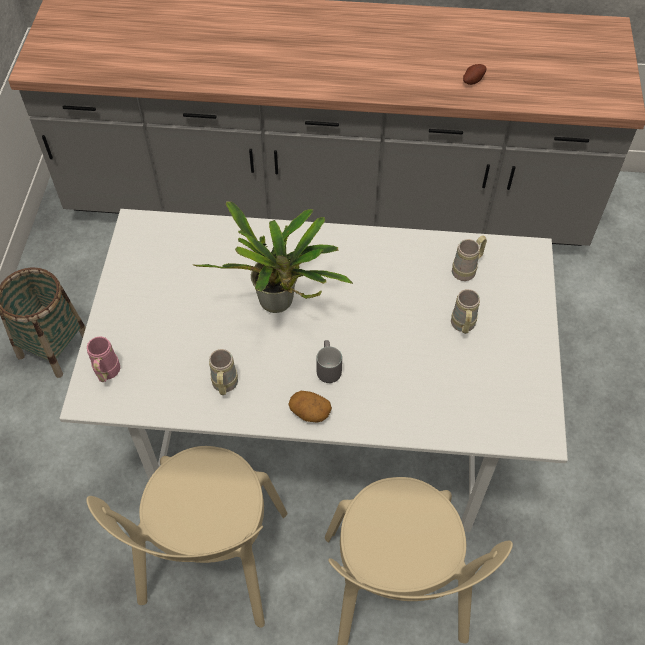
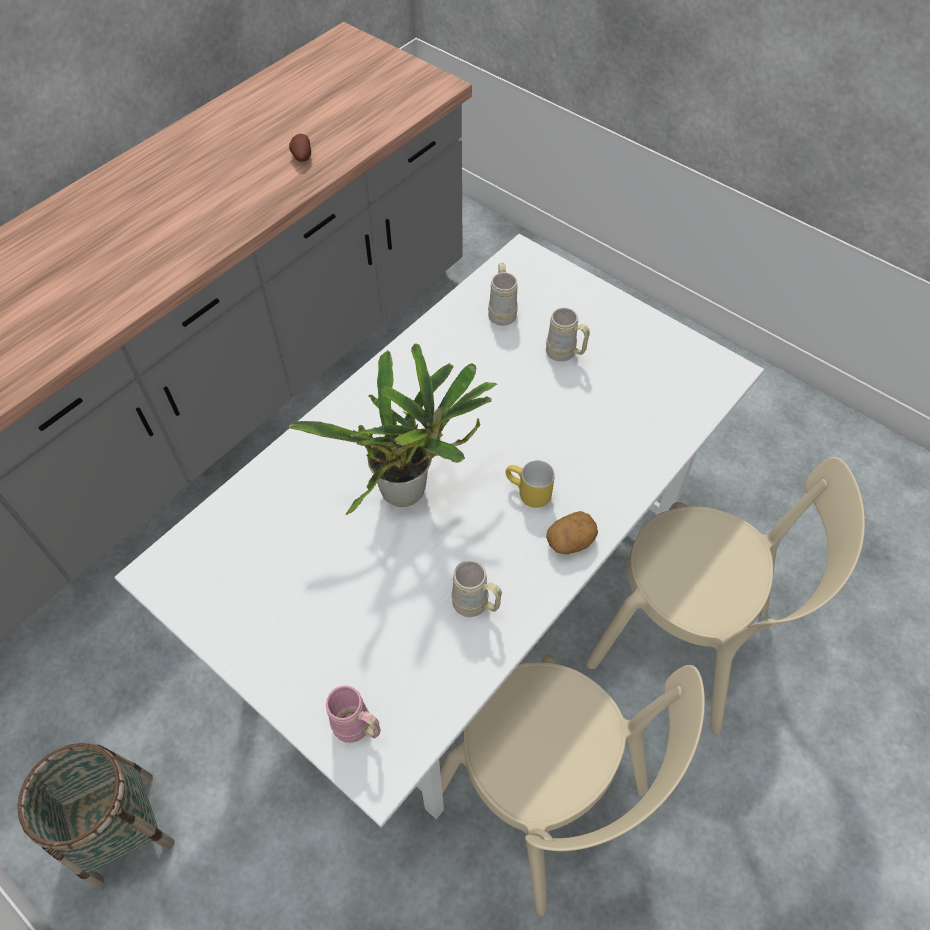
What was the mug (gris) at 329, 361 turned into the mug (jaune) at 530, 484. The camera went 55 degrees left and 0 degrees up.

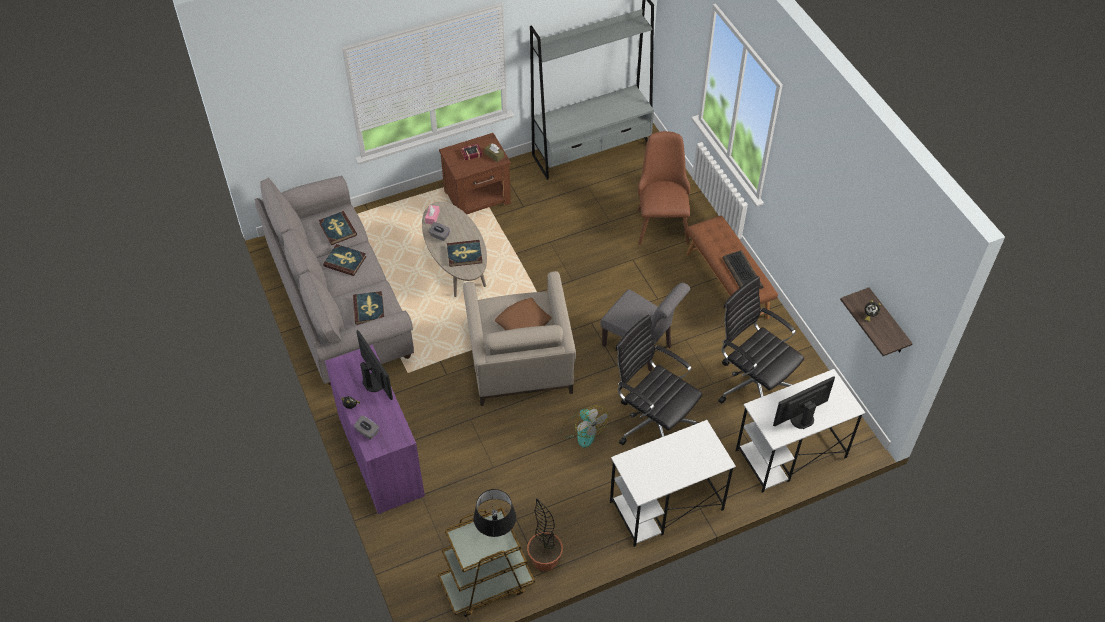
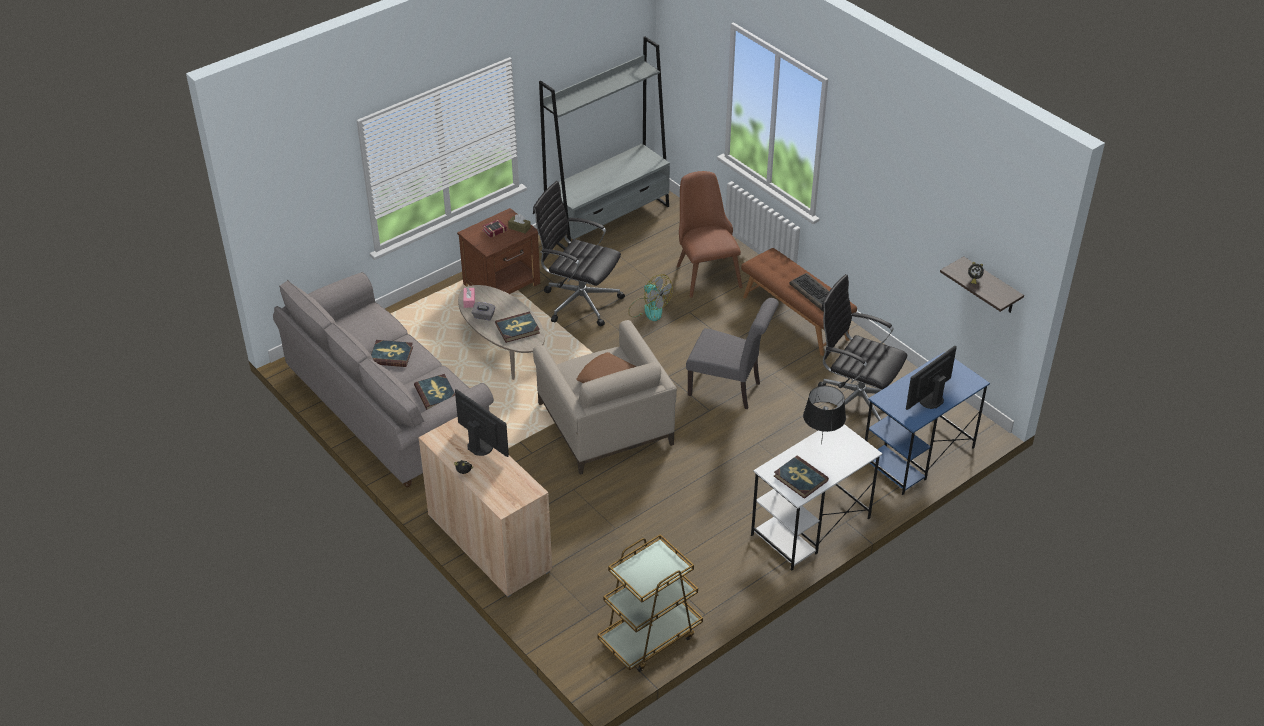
The second view lost the boîte à mouchoirs (gris) at 366, 427. The second view lost the plante en pot at 545, 534. The livre ended up elsewhere, having gone from 338, 228 to 801, 477. The lampe de table (noir) ended up elsewhere, having gone from 494, 513 to 824, 415. The ventilateur ended up elsewhere, having gone from 584, 427 to 650, 297. The chaise de bureau (noir) ended up elsewhere, having gone from 658, 380 to 579, 253. What was the meuble de rangement (violet) at 375, 429 turned into the meuble de rangement (beige) at 485, 507. What was the bureau (blanc) at 800, 431 turned into the bureau (bleu) at 927, 423. The camera went 15 degrees left and 10 degrees down.

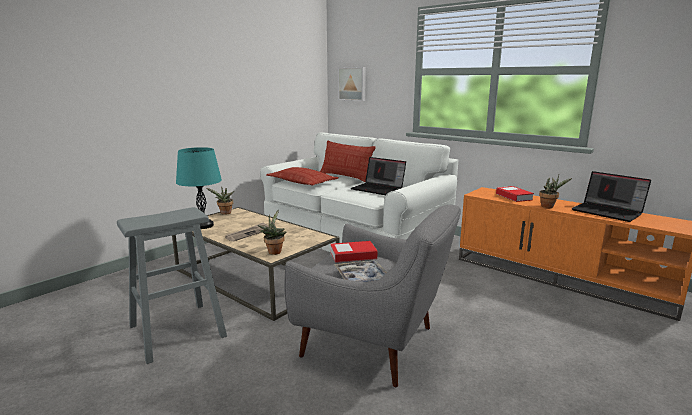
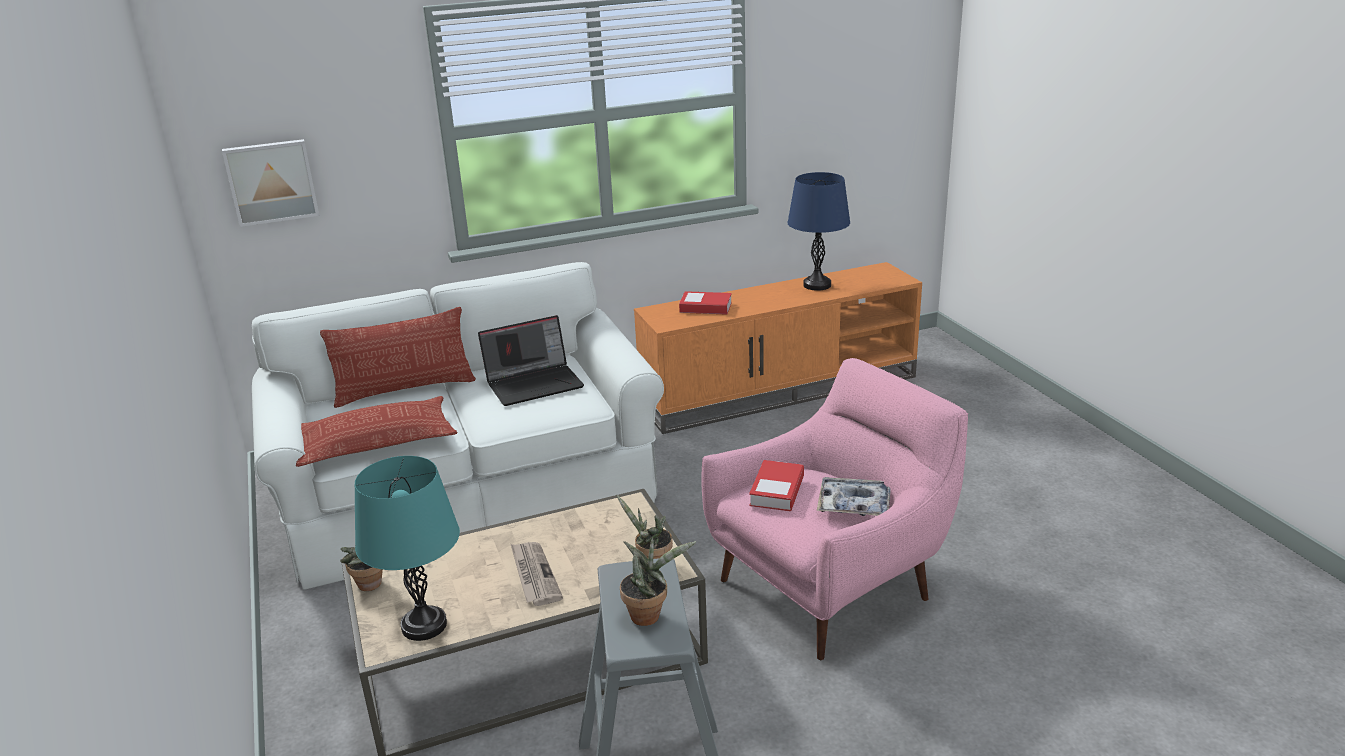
The plante en pot ended up elsewhere, having gone from 555, 191 to 658, 581. Where the ordinateur portable stood at 611, 196, the lampe de table (bleu) came to stand at 818, 231. What was the fauteuil (gris) at 372, 296 turned into the fauteuil (rose) at 835, 509. The camera went 60 degrees left and 10 degrees up.

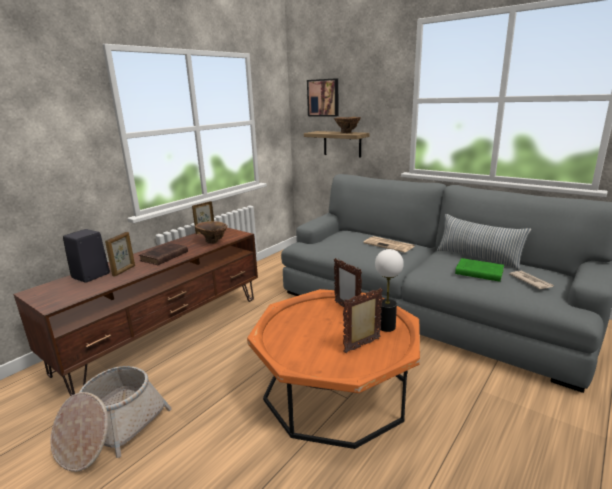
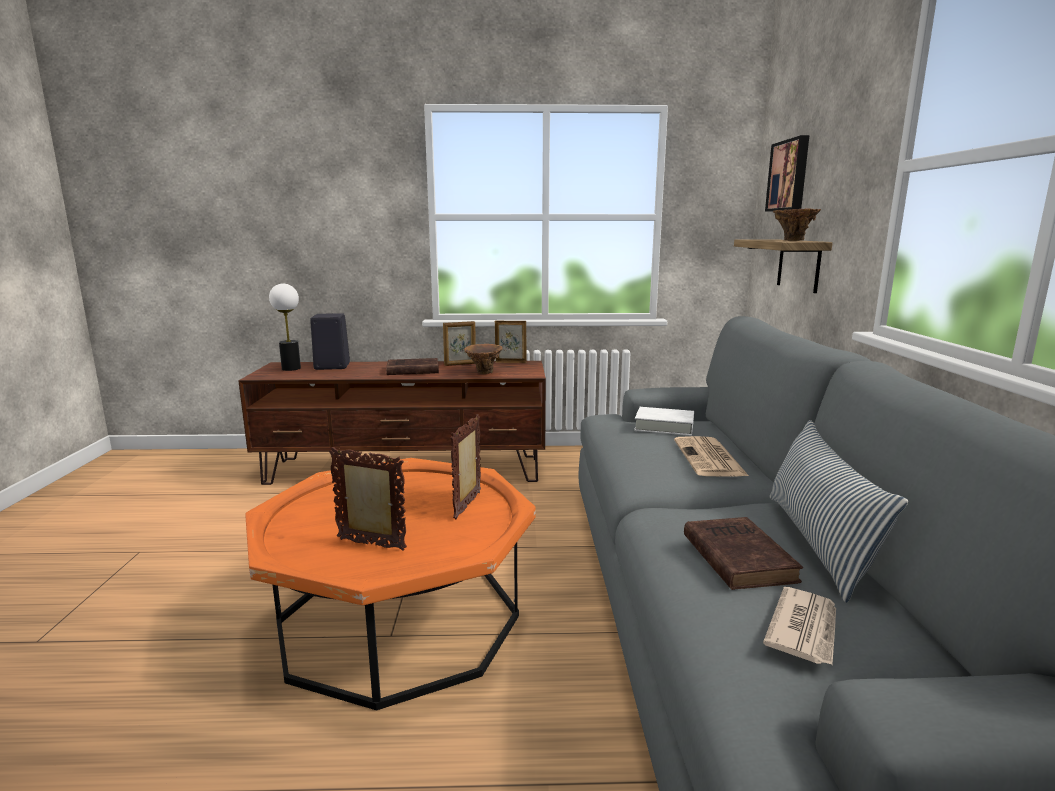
The second view lost the panier at 111, 419. The second view gained the livre (blanc) at 664, 421. The cadre photo ended up elsewhere, having gone from 120, 254 to 459, 343. The lampe de table ended up elsewhere, having gone from 389, 290 to 285, 327. What was the livre (vert) at 479, 270 turned into the livre (marron) at 743, 553. The camera went 50 degrees right and 5 degrees down.

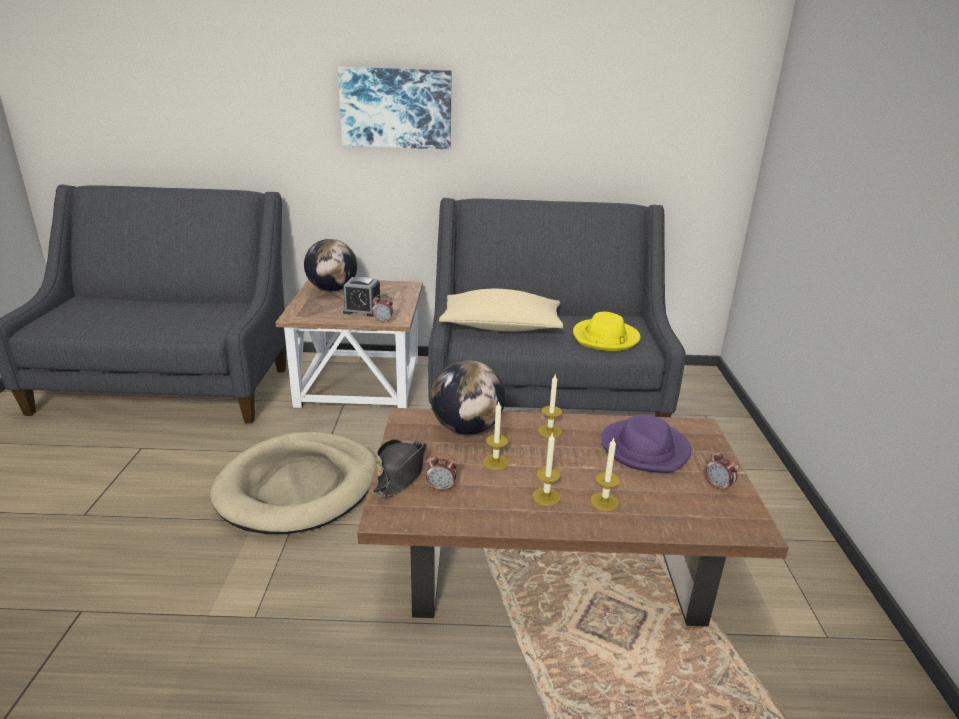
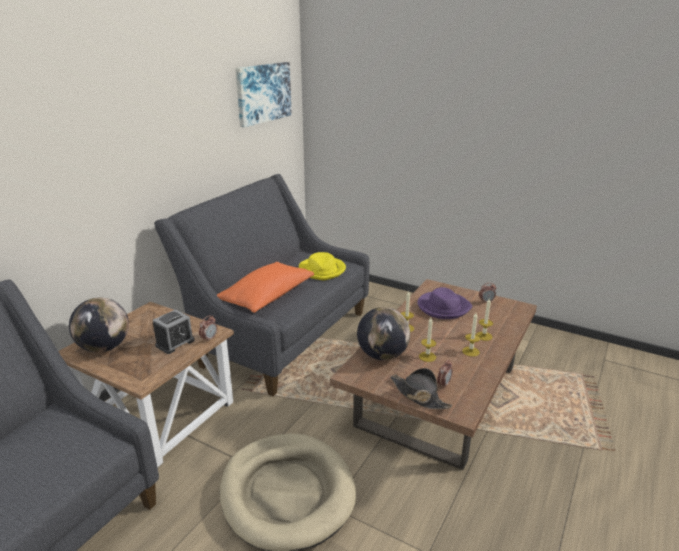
The tableau ended up elsewhere, having gone from 395, 108 to 264, 94. What was the coussin (beige) at 501, 310 turned into the coussin (orange) at 265, 287. The camera went 60 degrees left and 0 degrees up.

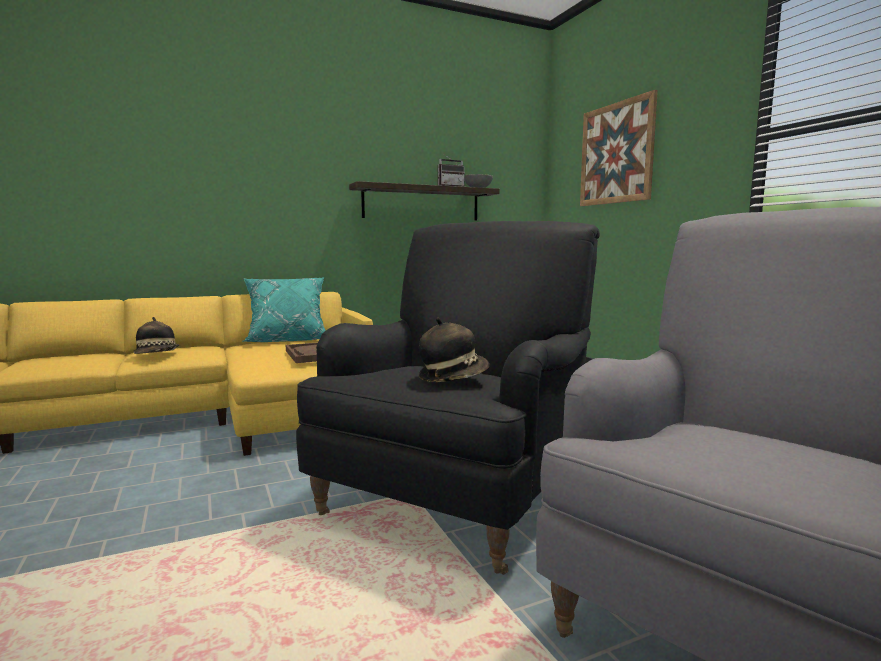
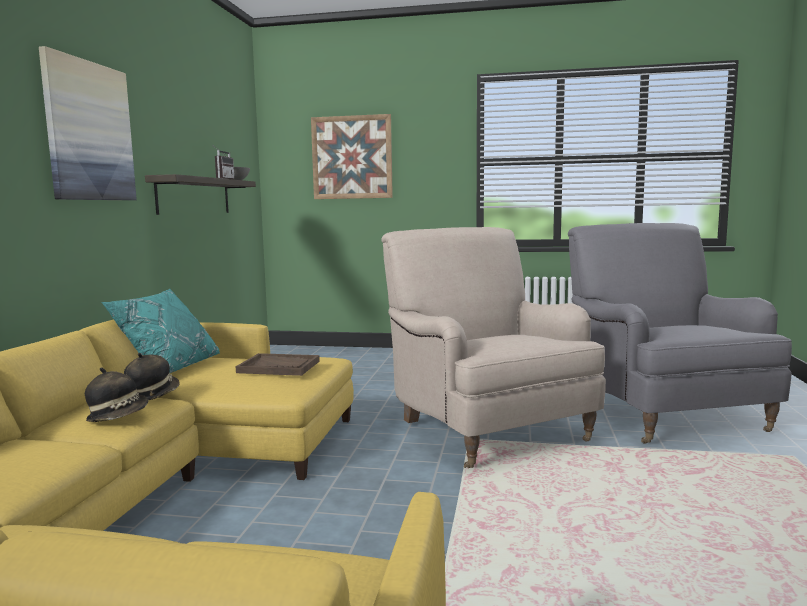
The second view gained the tableau at 88, 123. The chapeau ended up elsewhere, having gone from 454, 350 to 152, 376. What was the fauteuil (noir) at 448, 398 turned into the fauteuil (beige) at 493, 347. The camera went 55 degrees left and 0 degrees up.

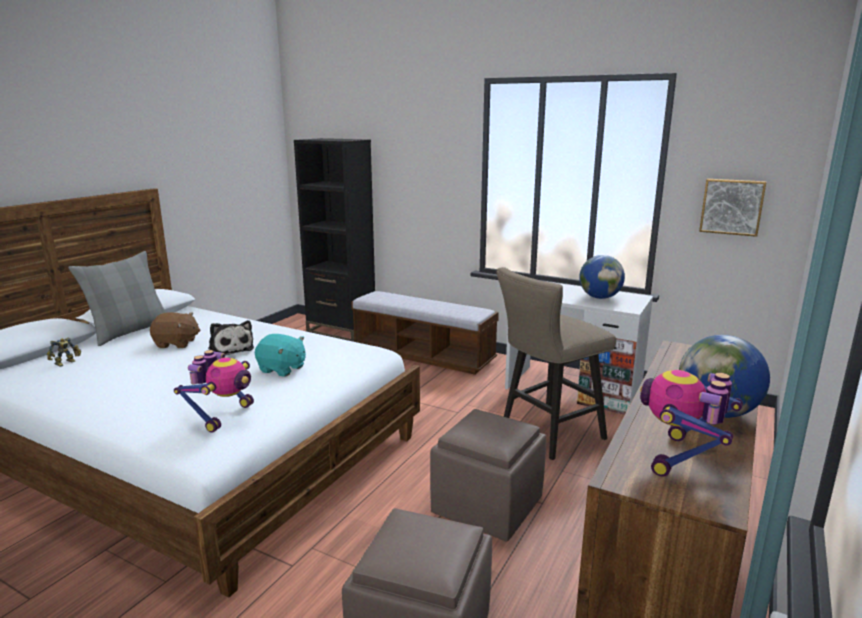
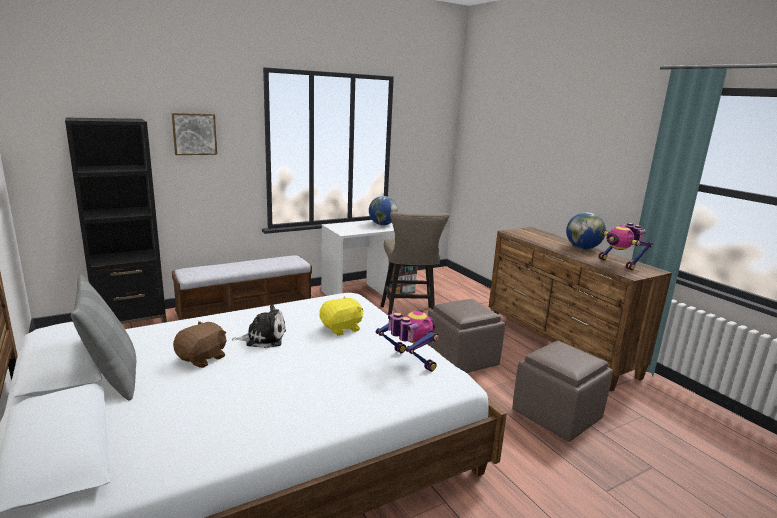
The second view lost the robot jouet at 64, 352. The tableau ended up elsewhere, having gone from 733, 208 to 194, 134. What was the peluche (turquoise) at 280, 355 turned into the peluche (jaune) at 341, 316. The camera went 60 degrees left and 0 degrees up.

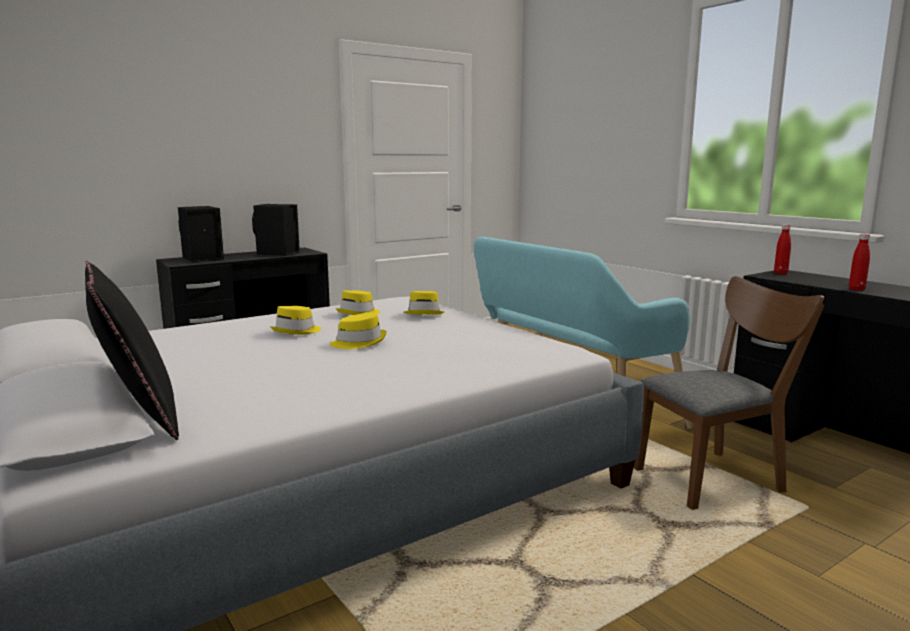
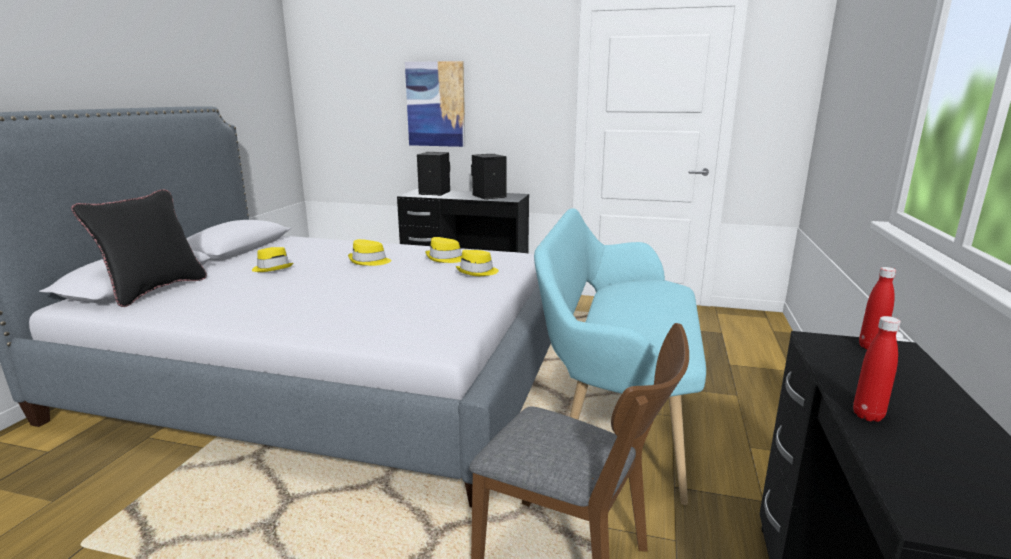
The second view gained the tableau at 435, 104. The chapeau (jaune) ended up elsewhere, having gone from 358, 330 to 272, 259. The camera went 50 degrees right and 5 degrees up.

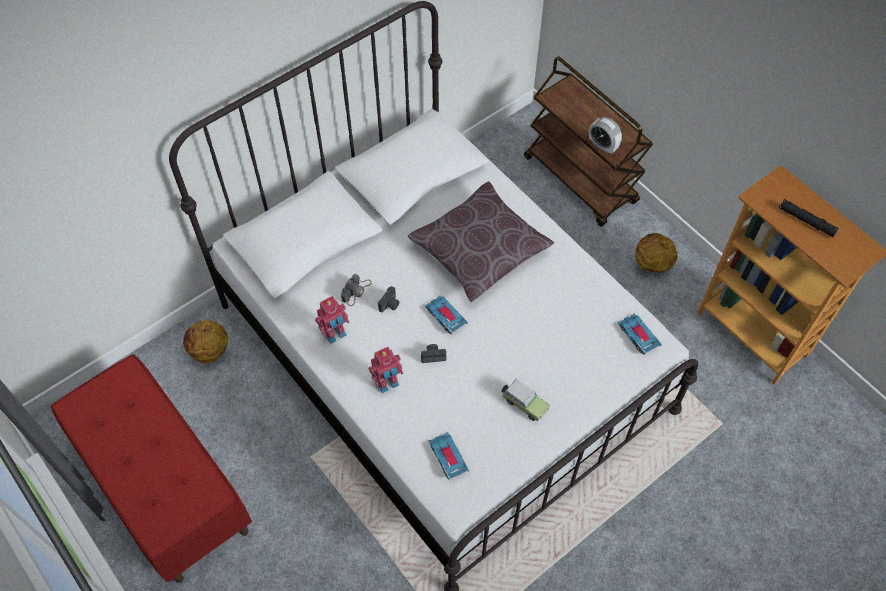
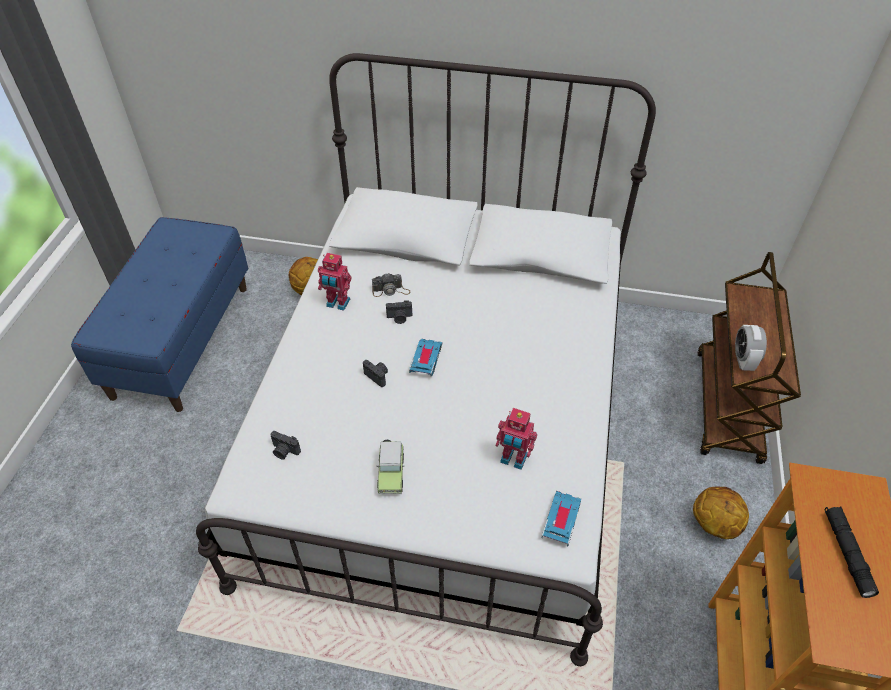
The second view lost the coussin (marron) at 481, 241. The robot jouet ended up elsewhere, having gone from 386, 370 to 516, 439. Where the petite voiture stood at 448, 456, the appareil photo came to stand at 285, 445. What was the banc (rouge) at 151, 468 turned into the banc (bleu) at 159, 314. The camera went 50 degrees right and 10 degrees down.

